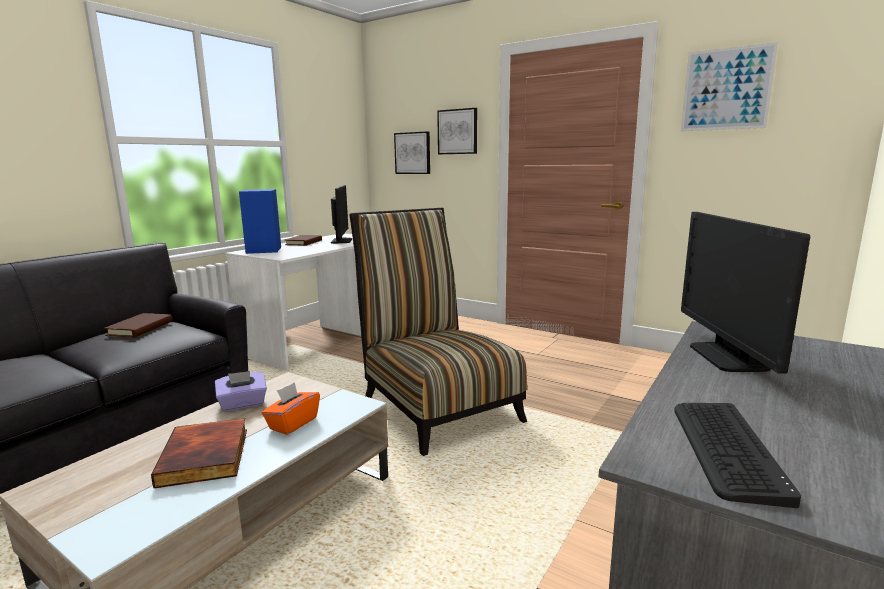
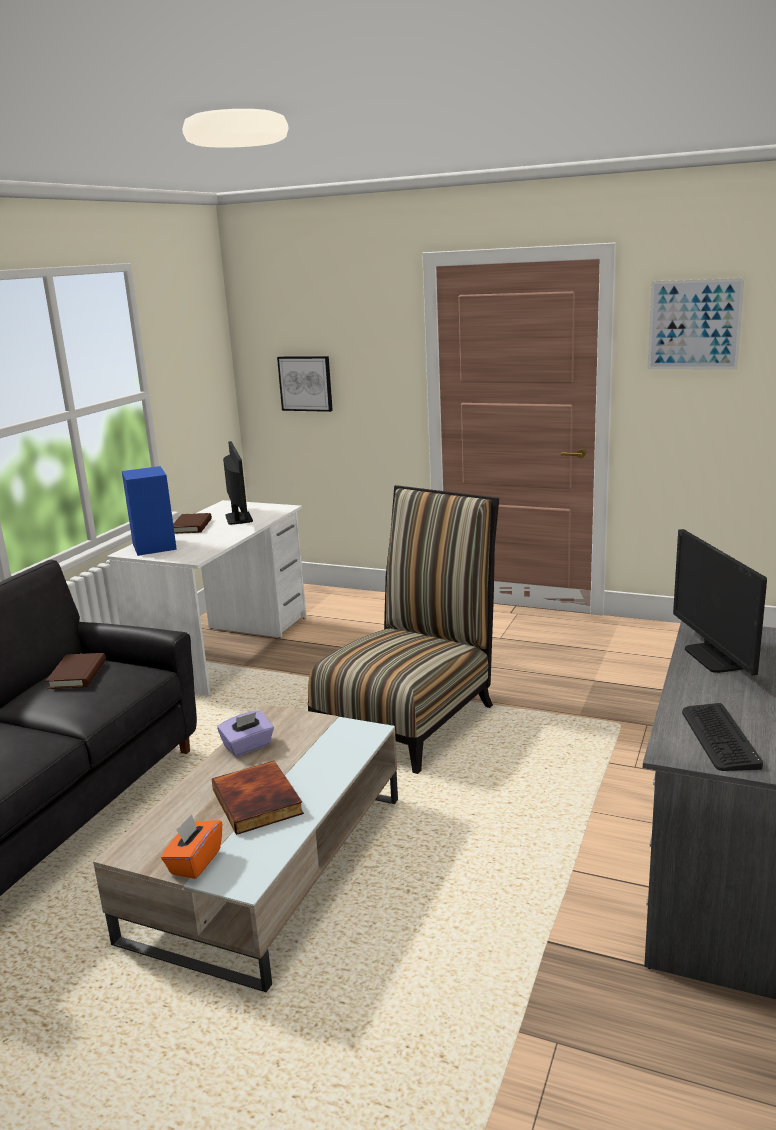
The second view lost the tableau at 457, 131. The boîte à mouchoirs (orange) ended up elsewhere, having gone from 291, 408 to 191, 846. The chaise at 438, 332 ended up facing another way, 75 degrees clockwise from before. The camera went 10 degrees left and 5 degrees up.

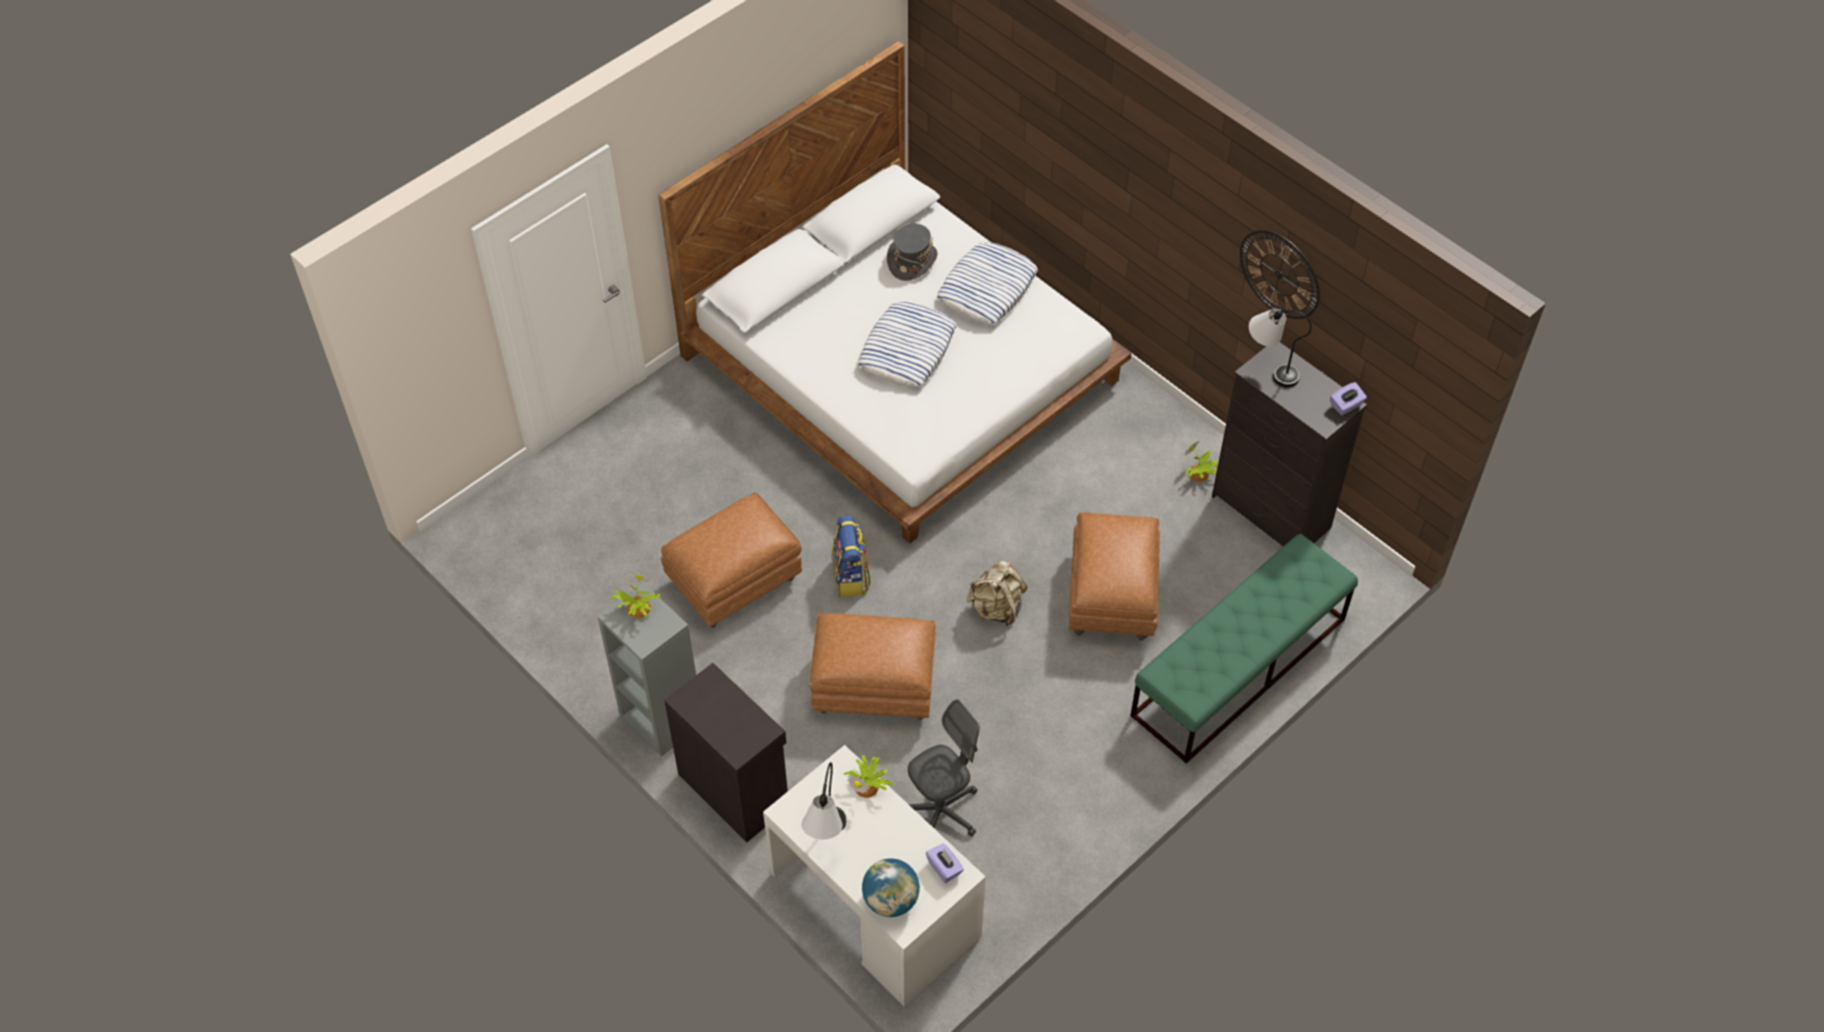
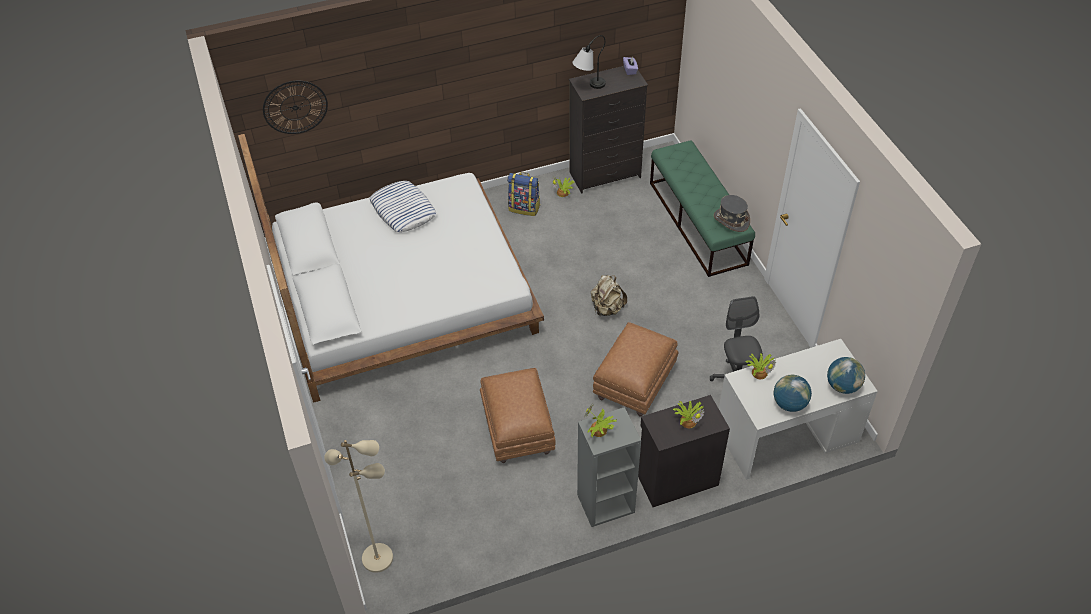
The second view lost the coussin at 907, 344. The second view lost the boîte à mouchoirs (violet) at 945, 863. The second view lost the pouf (marron) at 1114, 576. The second view gained the lampadaire (beige) at 358, 506. The second view gained the plante en pot at 688, 414. The sac à dos ended up elsewhere, having gone from 851, 556 to 523, 194. The chapeau (gris) ended up elsewhere, having gone from 912, 252 to 732, 213. The horloge murale ended up elsewhere, having gone from 1280, 274 to 295, 107. Where the lampe de table stood at 824, 801, the globe came to stand at 793, 393. The camera went 65 degrees left and 5 degrees down.

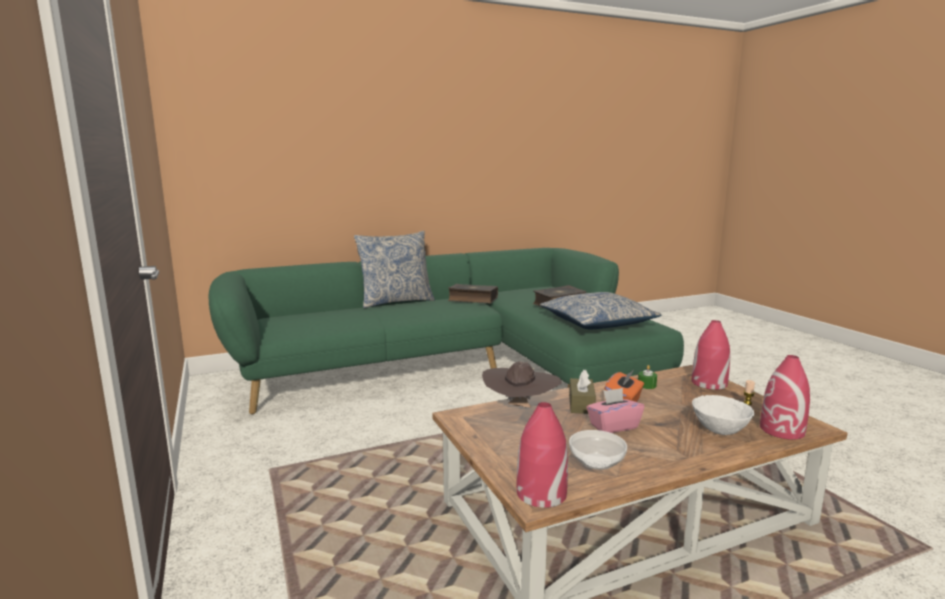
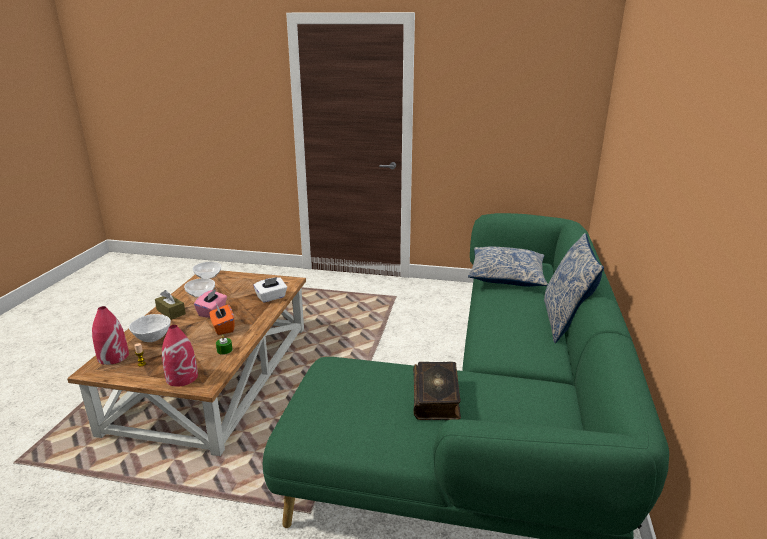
The second view lost the livre at 473, 293. The coussin ended up elsewhere, having gone from 601, 310 to 508, 267. The boîte à mouchoirs (marron) ended up elsewhere, having gone from 582, 392 to 170, 305. Where the chapeau (marron) stood at 522, 384, the boîte à mouchoirs (blanc) came to stand at 270, 290. Where the vase (rouge) stood at 542, 455, the bol came to stand at 207, 270. The camera went 125 degrees right and 10 degrees up.

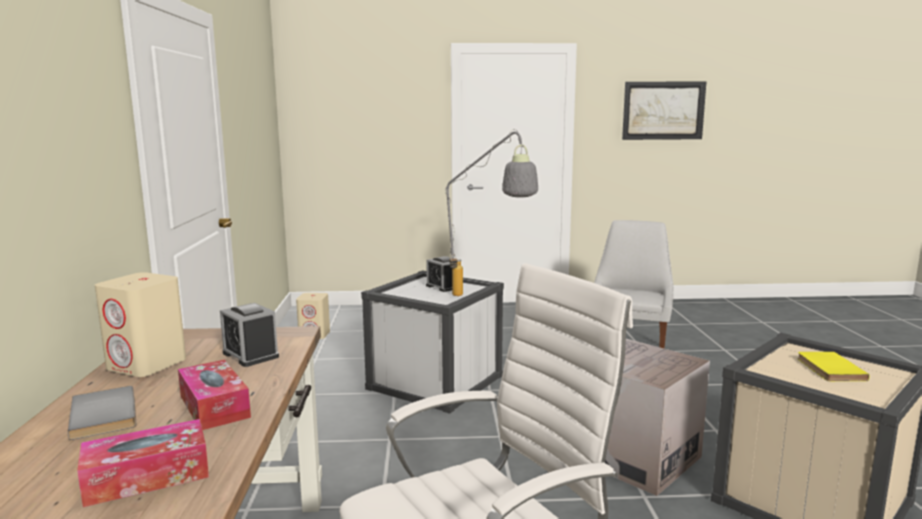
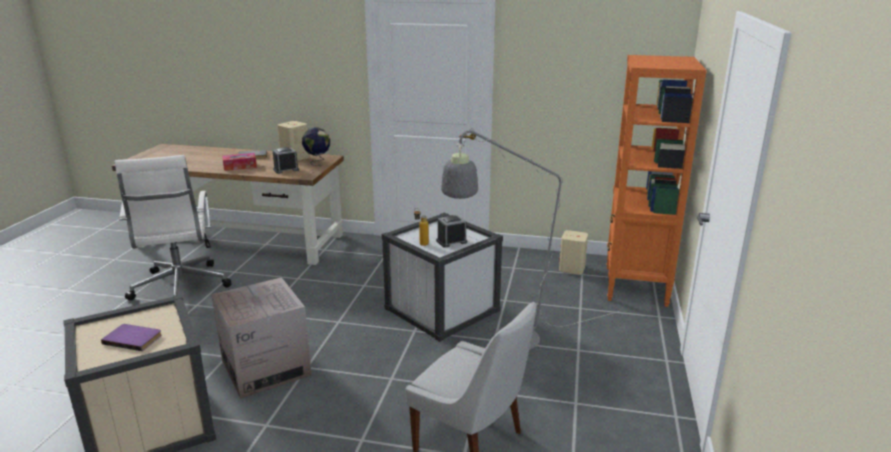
The second view lost the boîte à mouchoirs at 143, 463. The second view lost the tableau at 664, 111. The second view gained the globe at 316, 146. The second view gained the bibliothèque (orange) at 657, 181. What was the livre (jaune) at 833, 366 turned into the livre (violet) at 131, 337. The camera went 105 degrees right and 10 degrees up.

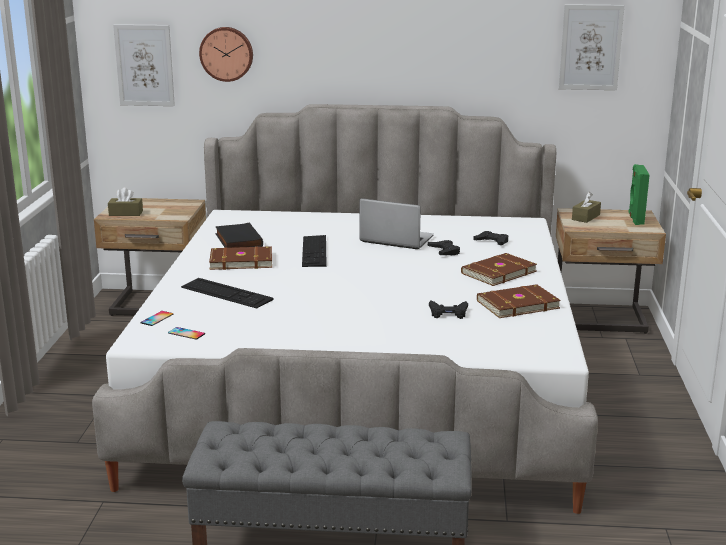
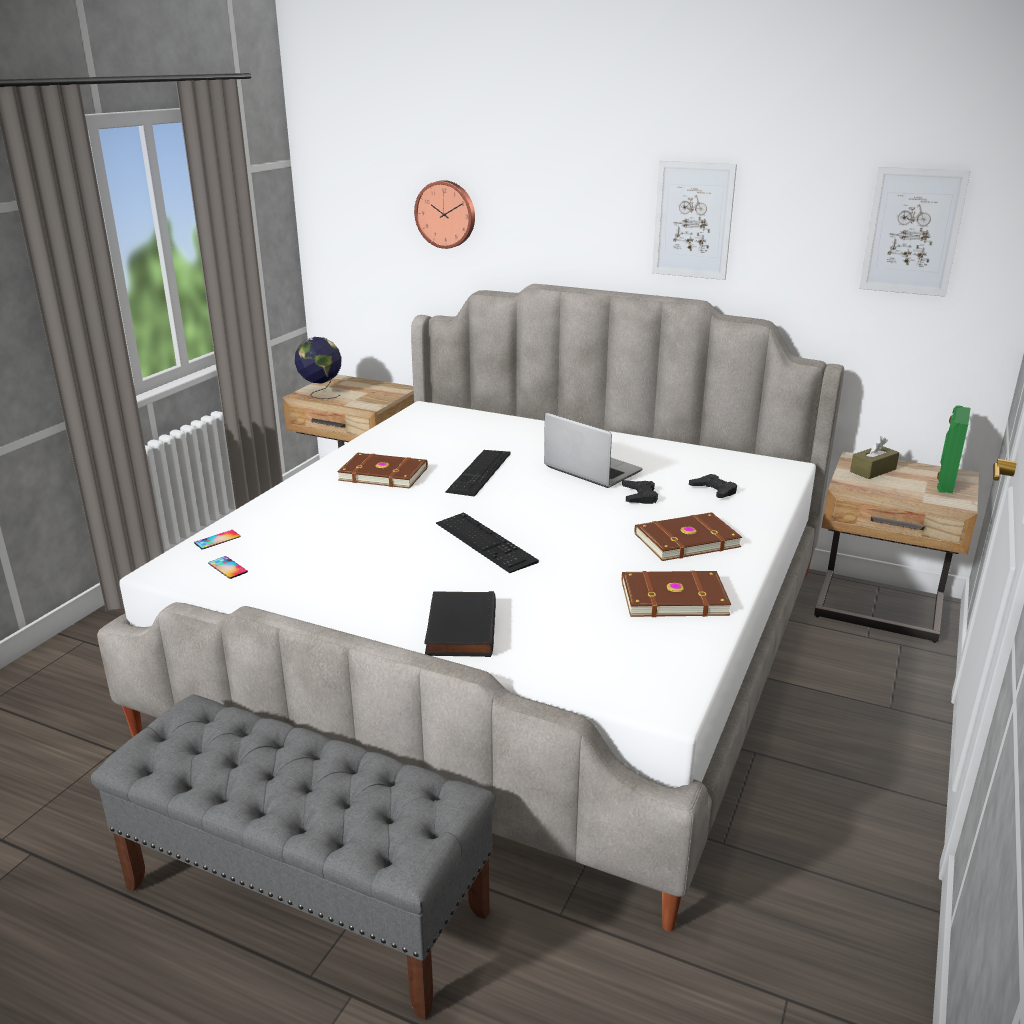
The second view lost the manette (noir) at 448, 309. The tableau ended up elsewhere, having gone from 144, 65 to 694, 220. The clavier ended up elsewhere, having gone from 227, 293 to 487, 542. The livre (noir) ended up elsewhere, having gone from 239, 235 to 460, 624. Where the boîte à mouchoirs (marron) stood at 125, 202, the globe came to stand at 318, 368. The camera went 20 degrees right and 5 degrees up.

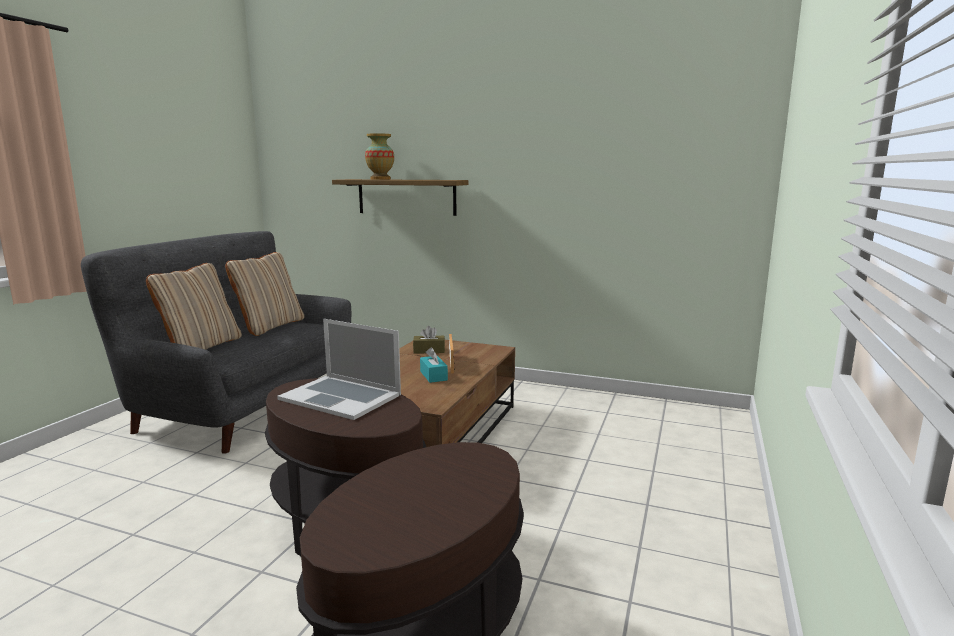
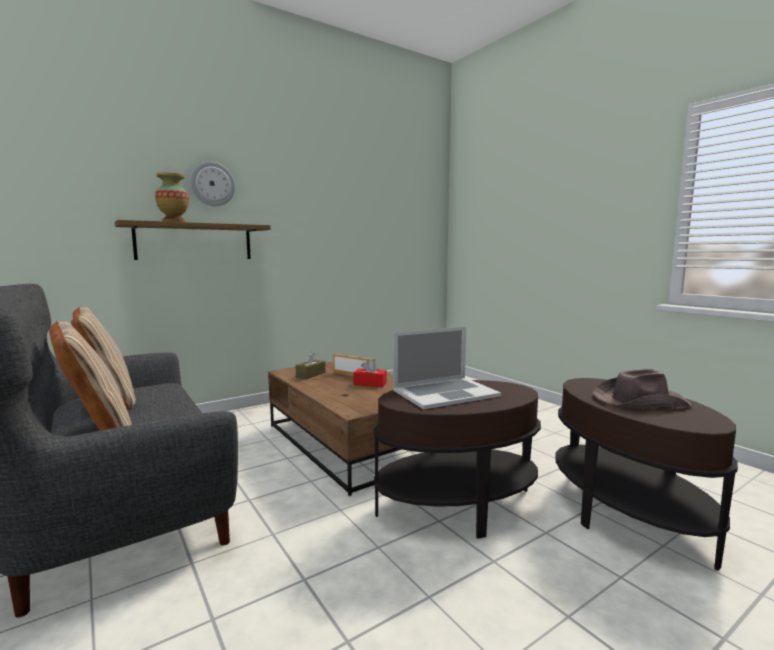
The second view gained the horloge murale at 212, 183. The second view gained the chapeau (marron) at 642, 388. What was the boîte à mouchoirs (turquoise) at 434, 365 turned into the boîte à mouchoirs (rouge) at 370, 373. The camera went 55 degrees left and 5 degrees down.

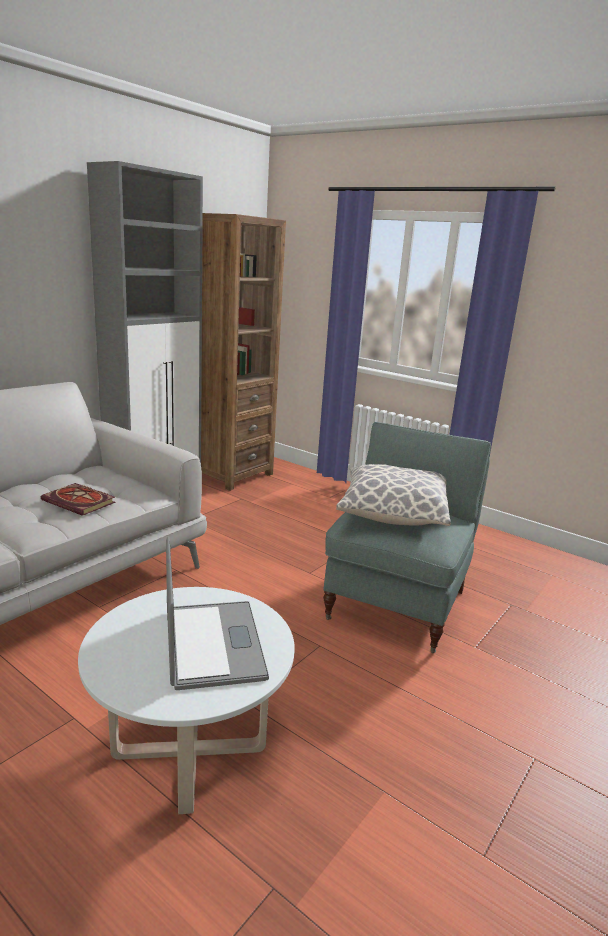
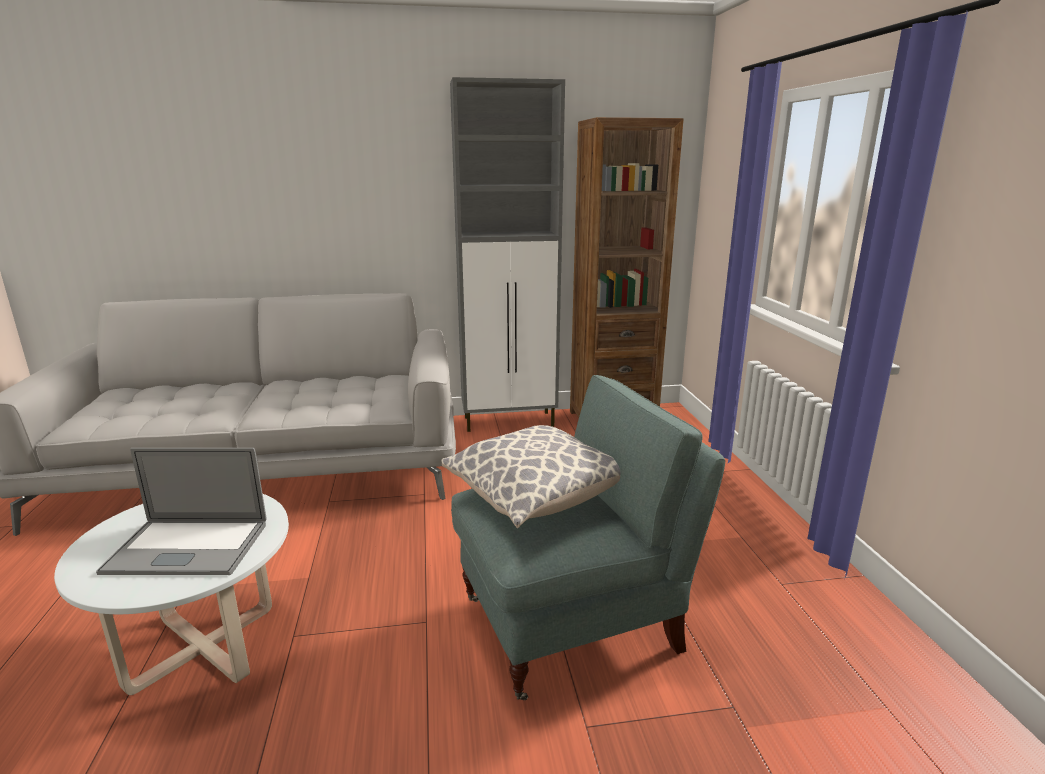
The second view lost the livre at 78, 499. The ordinateur portable at 217, 613 ended up facing another way, 60 degrees clockwise from before. The camera went 45 degrees right and 0 degrees up.

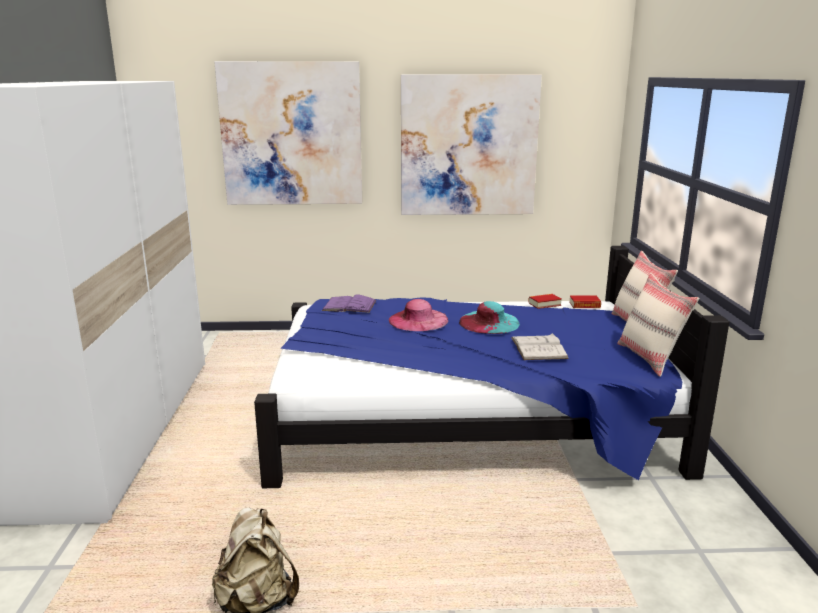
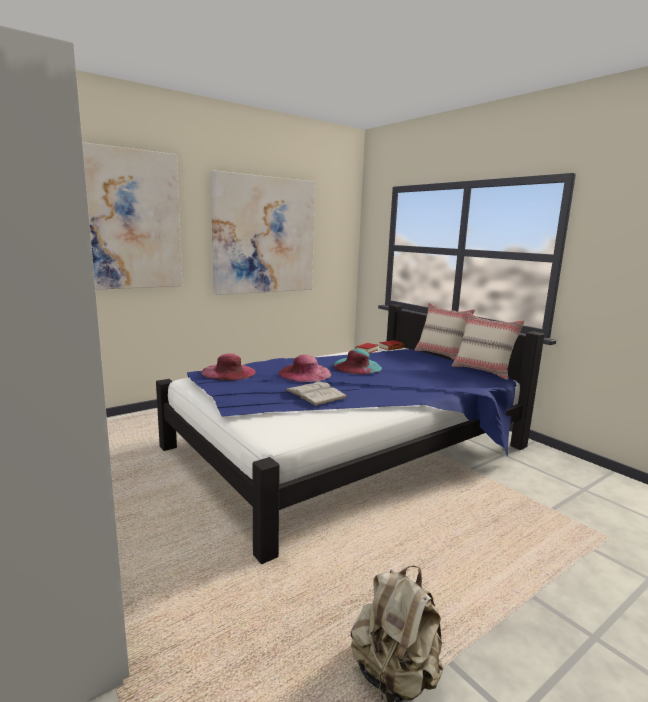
The livre (blanc) ended up elsewhere, having gone from 540, 346 to 317, 393. Where the livre (violet) stood at 349, 303, the chapeau (rose) came to stand at 228, 367. The camera went 35 degrees left and 5 degrees down.

